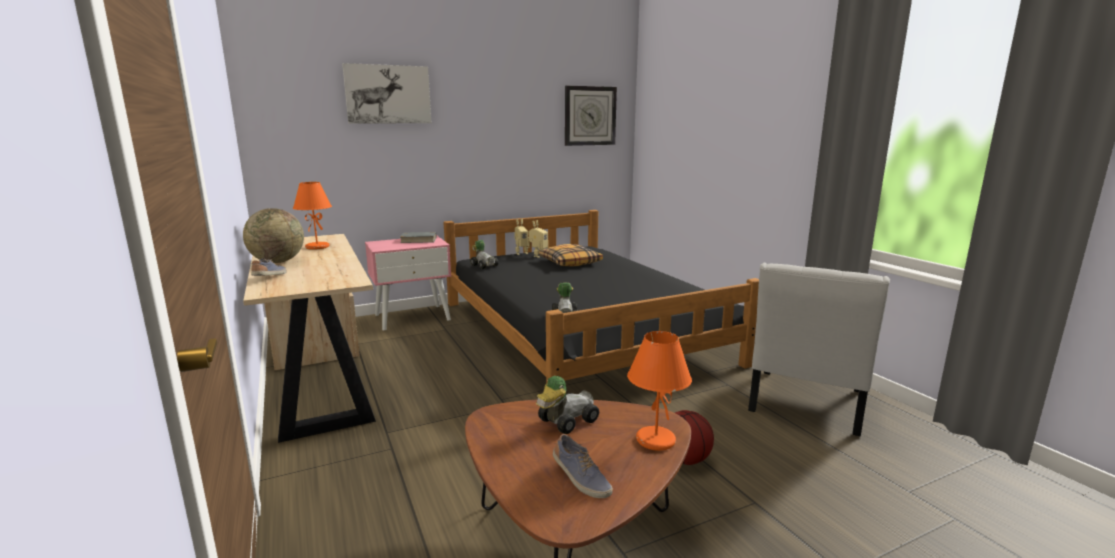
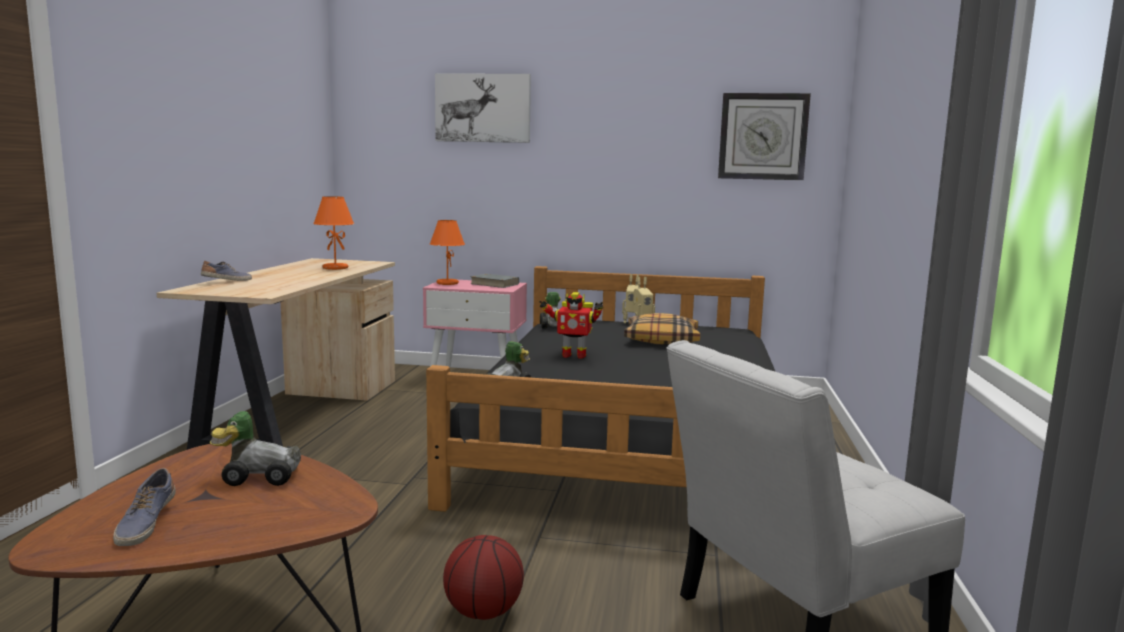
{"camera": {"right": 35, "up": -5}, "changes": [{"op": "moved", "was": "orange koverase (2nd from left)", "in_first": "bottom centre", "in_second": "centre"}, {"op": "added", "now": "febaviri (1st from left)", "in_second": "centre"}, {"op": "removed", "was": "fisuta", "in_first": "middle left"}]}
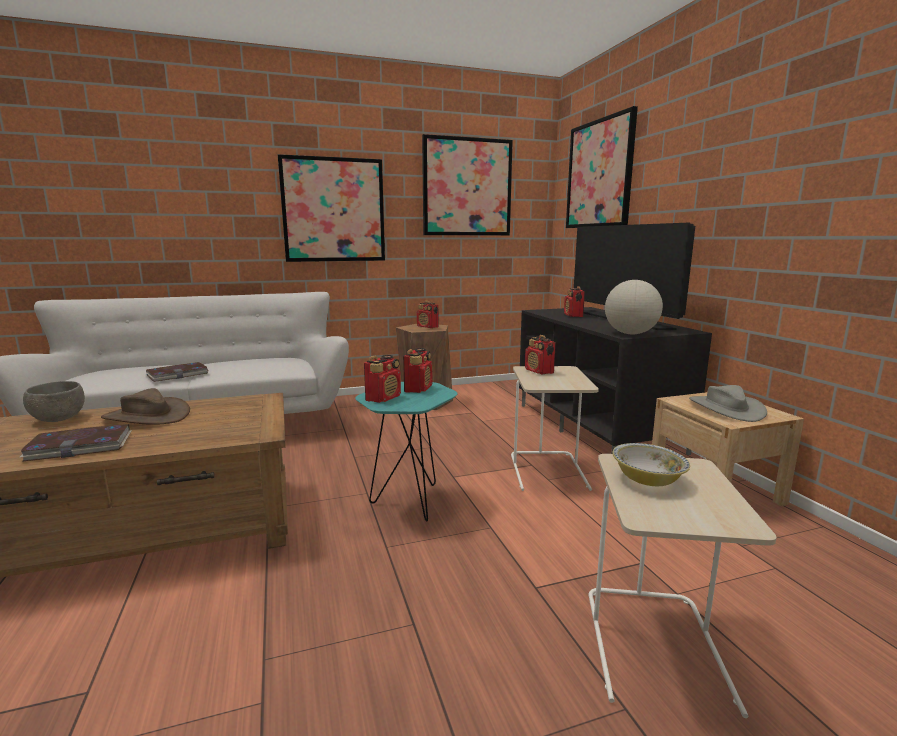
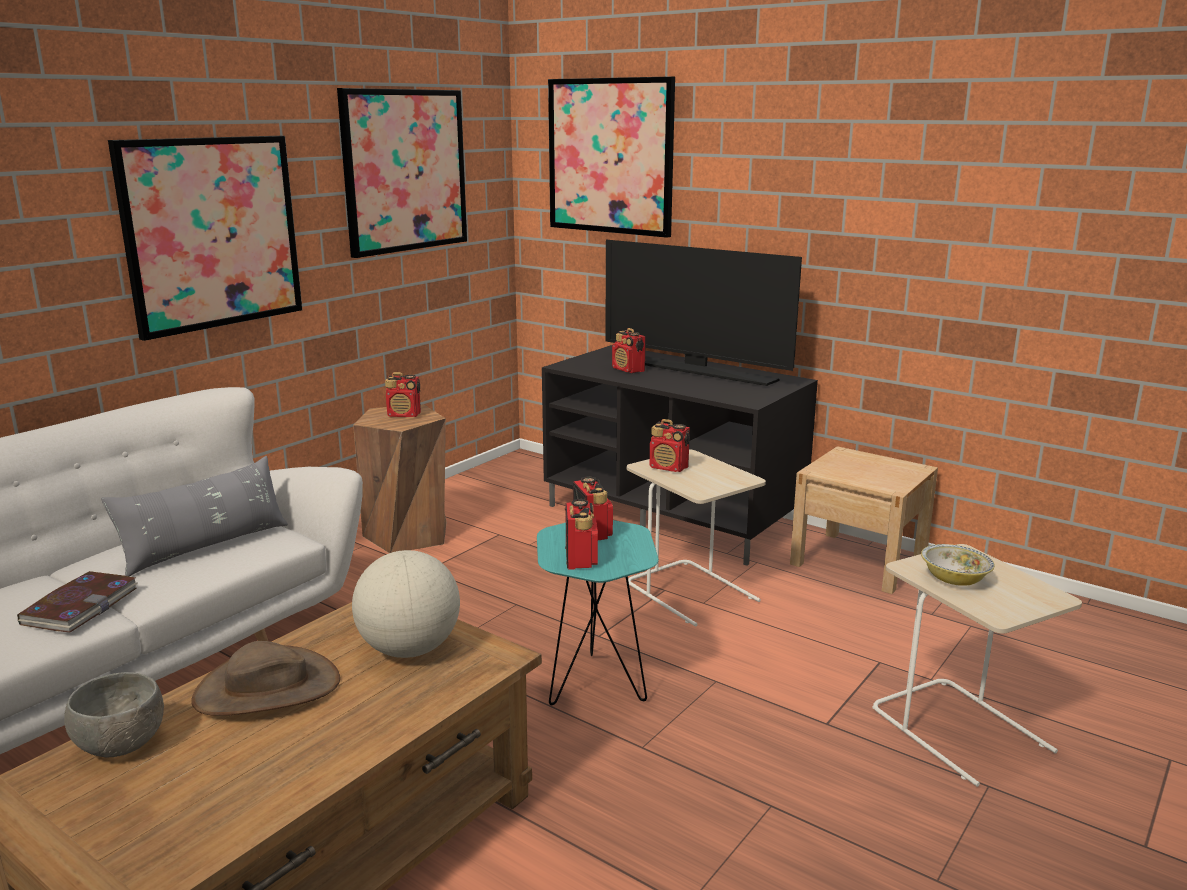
{"camera": {"right": -35, "up": 5}, "changes": [{"op": "added", "now": "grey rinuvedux", "in_second": "middle left"}, {"op": "moved", "was": "fisuta", "in_first": "middle right", "in_second": "bottom centre"}, {"op": "removed", "was": "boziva (1st from left)", "in_first": "middle left"}, {"op": "removed", "was": "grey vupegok", "in_first": "middle right"}]}
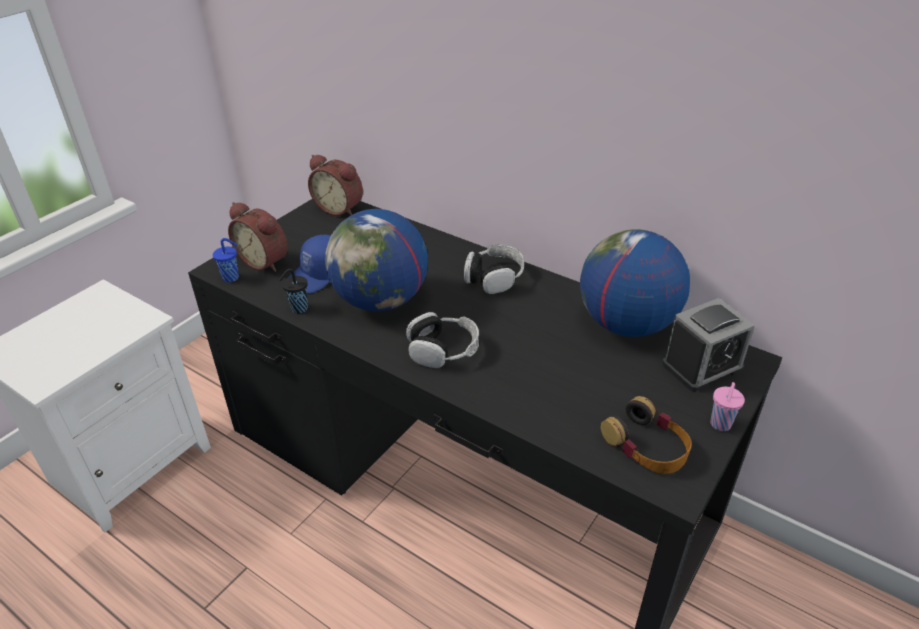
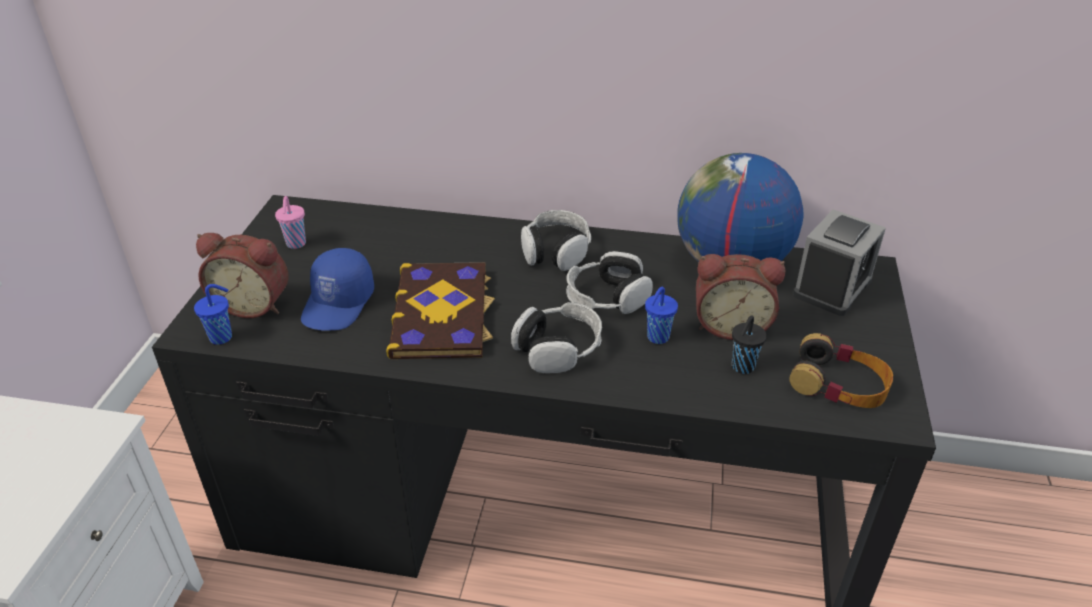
{"camera": {"right": -25, "up": 0}, "changes": [{"op": "moved", "was": "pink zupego", "in_first": "middle right", "in_second": "middle left"}, {"op": "replaced", "was": "fisuta (1st from left)", "now": "boziva", "in_first": "centre", "in_second": "centre"}, {"op": "added", "now": "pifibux (3rd from left)", "in_second": "centre"}, {"op": "added", "now": "blue zupego (2nd from left)", "in_second": "centre"}, {"op": "moved", "was": "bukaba (2nd from left)", "in_first": "top centre", "in_second": "middle right"}, {"op": "moved", "was": "black zupego", "in_first": "middle left", "in_second": "middle right"}]}
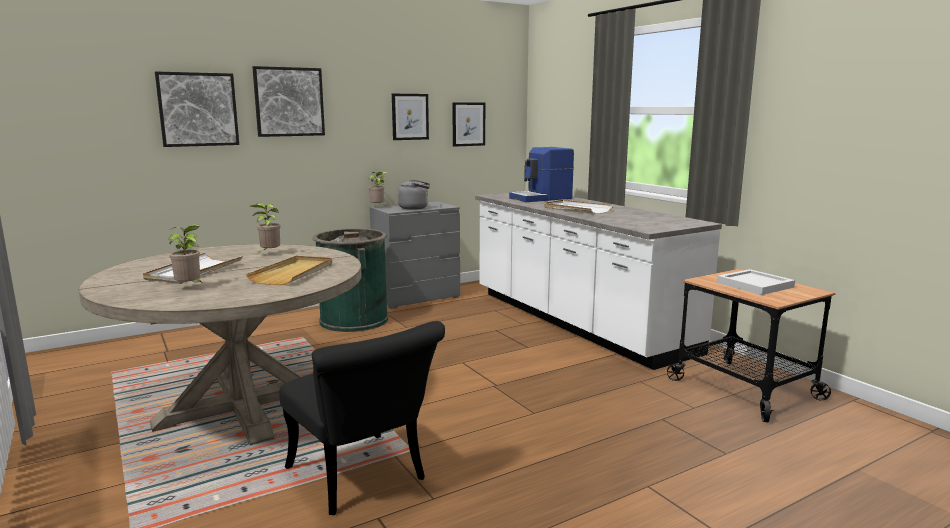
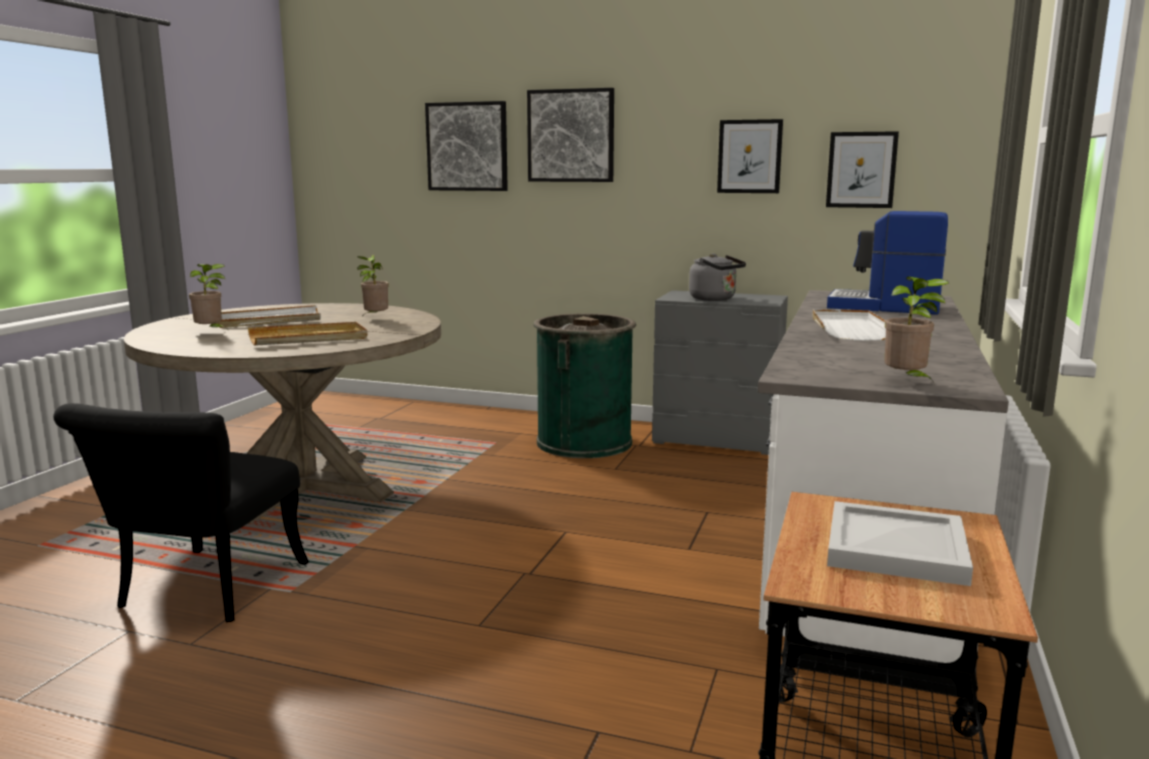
{"camera": {"right": 50, "up": 0}, "changes": [{"op": "moved", "was": "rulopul (3rd from left)", "in_first": "centre", "in_second": "middle right"}]}
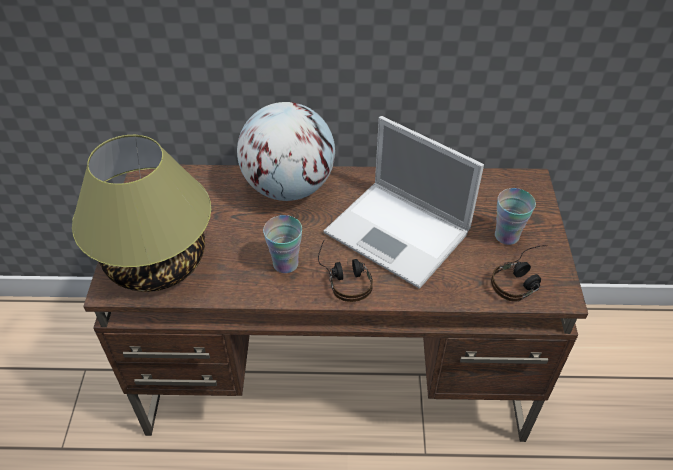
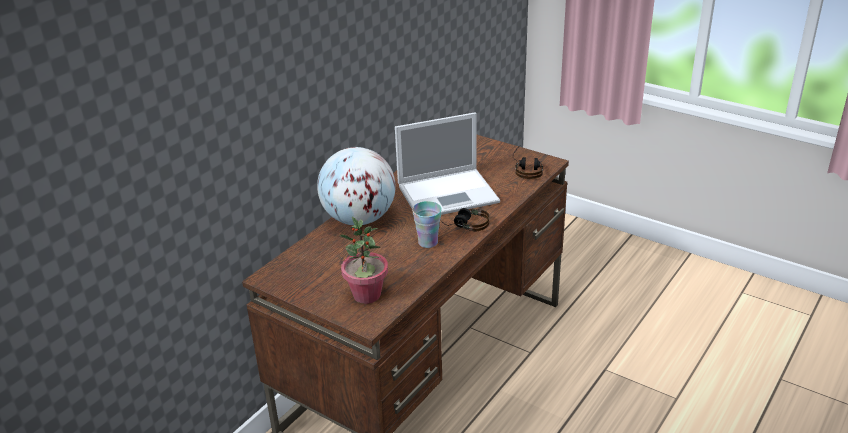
{"camera": {"right": -55, "up": -15}, "changes": [{"op": "replaced", "was": "koverase", "now": "rulopul", "in_first": "middle left", "in_second": "centre"}, {"op": "removed", "was": "zupego (2nd from left)", "in_first": "middle right"}]}
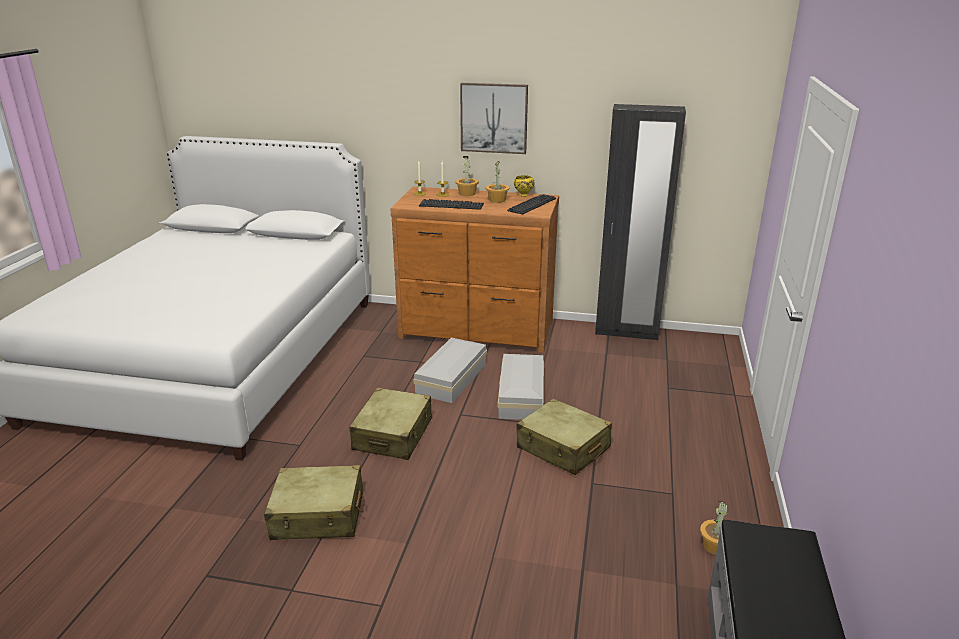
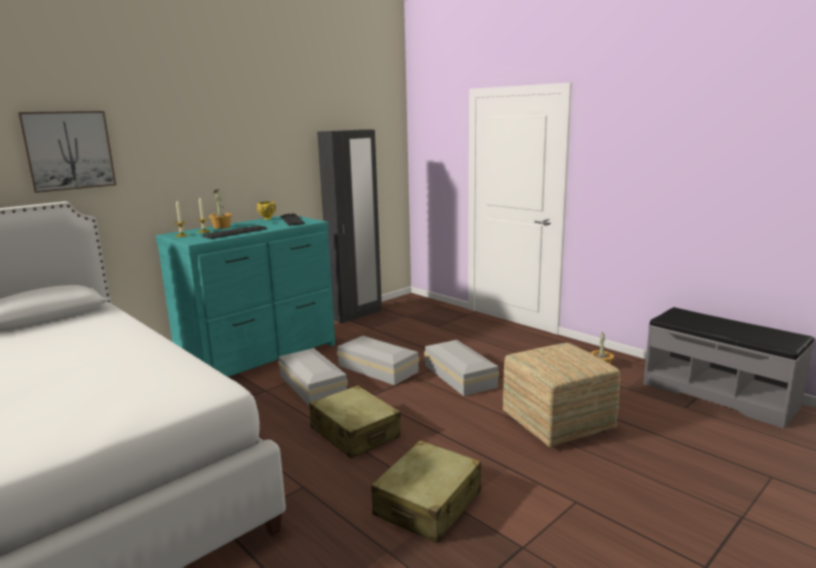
{"camera": {"right": -55, "up": -10}, "changes": [{"op": "moved", "was": "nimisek", "in_first": "top centre", "in_second": "top left"}, {"op": "recoloured", "was": "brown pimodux", "now": "turquoise pimodux", "in_first": "centre", "in_second": "middle left"}, {"op": "replaced", "was": "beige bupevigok (3rd from left)", "now": "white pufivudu (3rd from left)", "in_first": "bottom centre", "in_second": "centre"}, {"op": "added", "now": "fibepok", "in_second": "bottom right"}, {"op": "removed", "was": "rulopul (2nd from left)", "in_first": "top centre"}]}
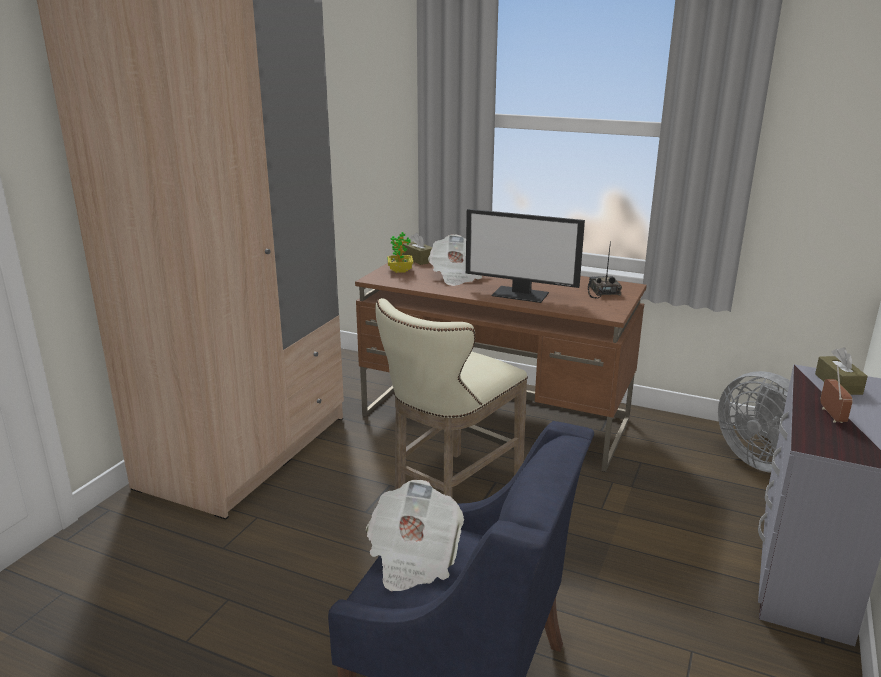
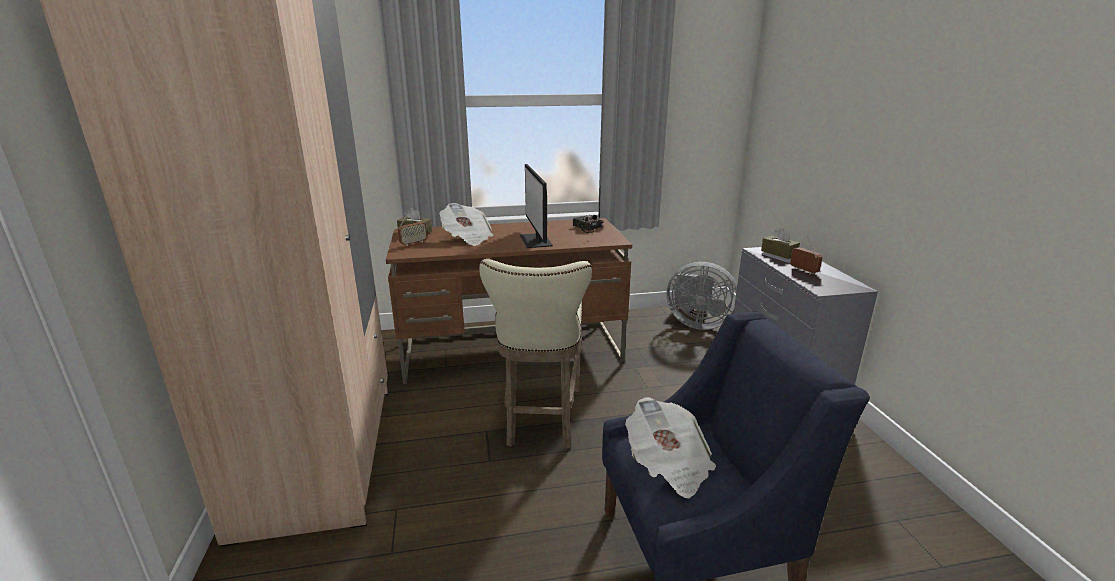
{"camera": {"right": -35, "up": 0}, "changes": [{"op": "replaced", "was": "rulopul", "now": "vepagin (1st from left)", "in_first": "centre", "in_second": "centre"}, {"op": "turned", "was": "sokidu", "in_first": "centre", "in_second": "centre", "clockwise": 90}]}
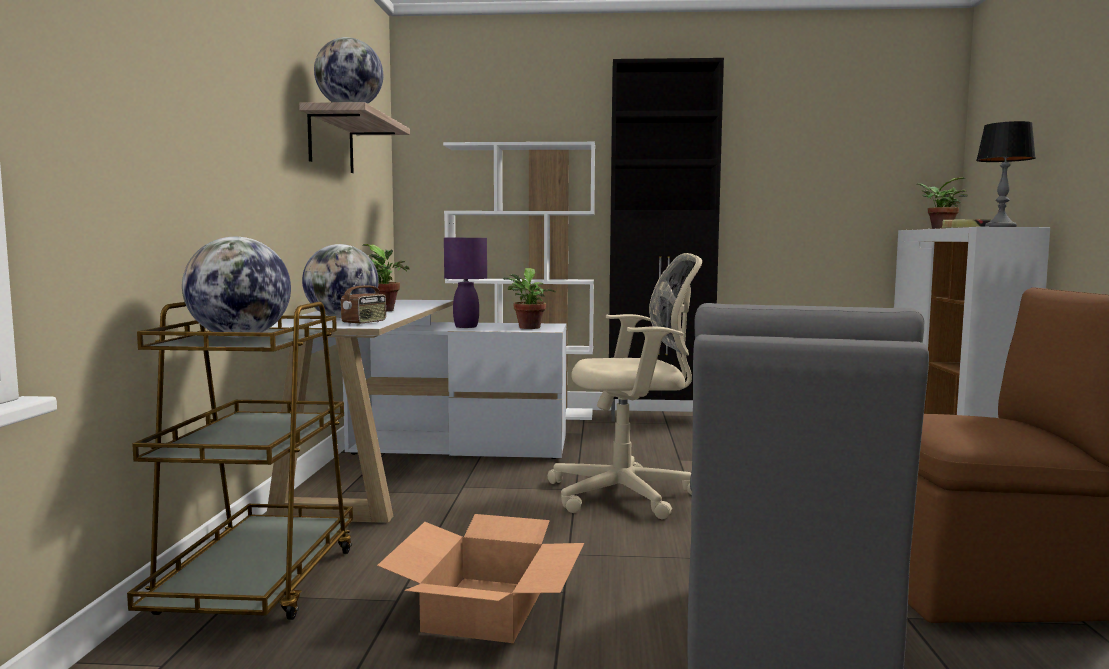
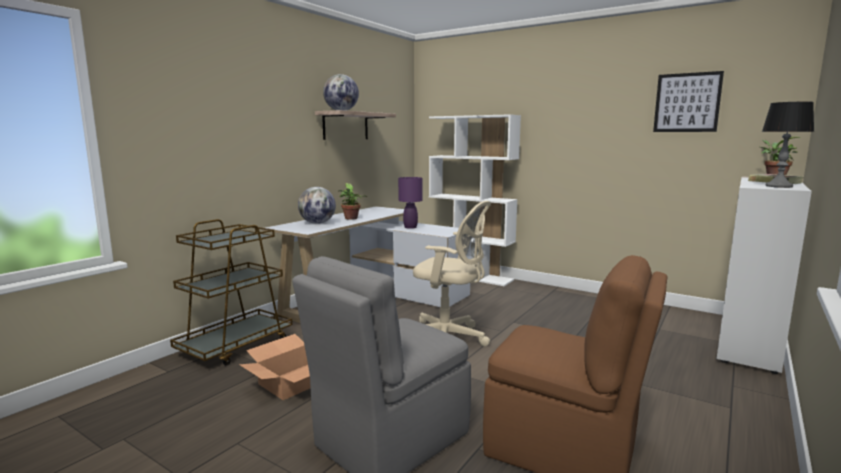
{"camera": {"right": 30, "up": 5}, "changes": [{"op": "added", "now": "nimisek", "in_second": "top right"}, {"op": "removed", "was": "fisuta (1st from left)", "in_first": "middle left"}, {"op": "removed", "was": "vepagin", "in_first": "middle left"}, {"op": "removed", "was": "rulopul (2nd from left)", "in_first": "centre"}, {"op": "removed", "was": "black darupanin", "in_first": "centre"}]}
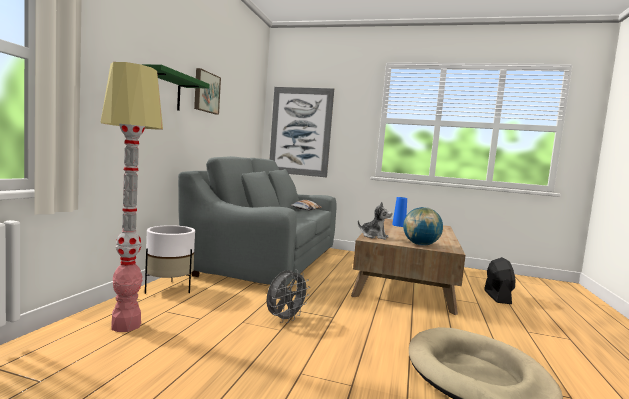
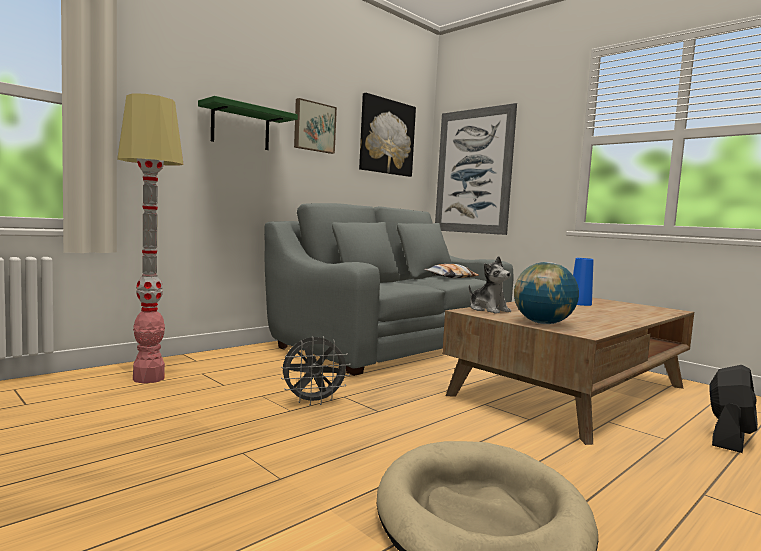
{"camera": {"right": 30, "up": 0}, "changes": [{"op": "added", "now": "nimisek (2nd from left)", "in_second": "top centre"}, {"op": "removed", "was": "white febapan", "in_first": "middle left"}]}
